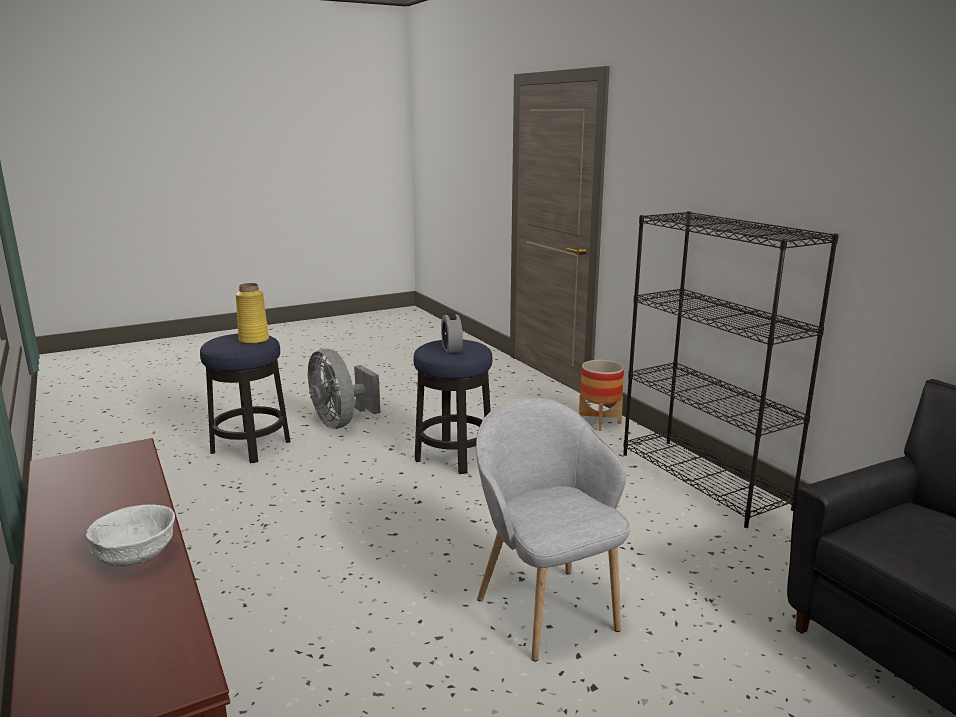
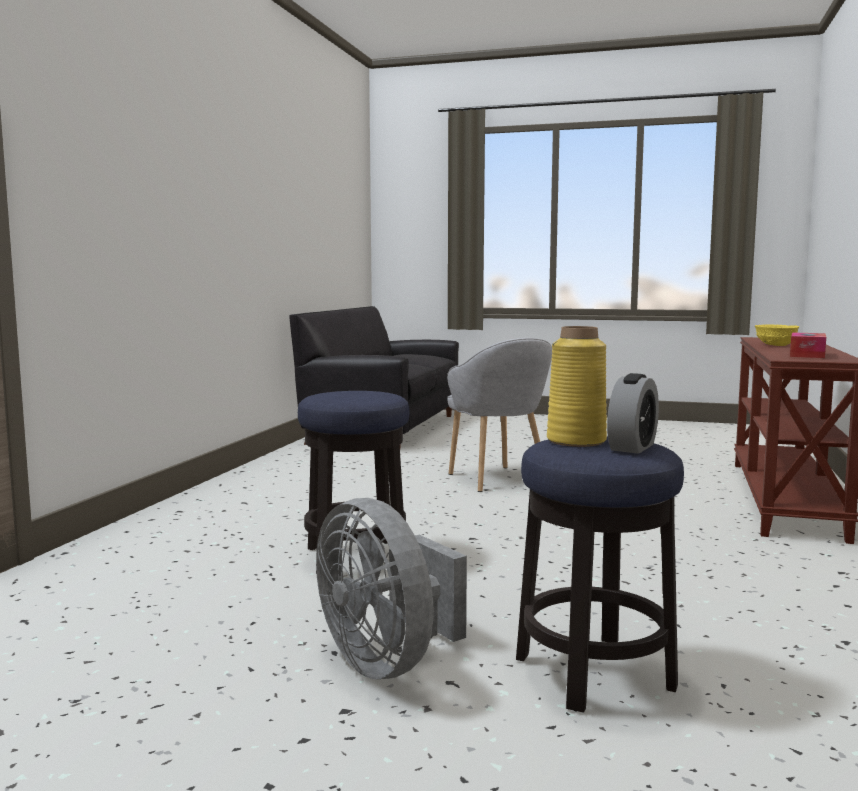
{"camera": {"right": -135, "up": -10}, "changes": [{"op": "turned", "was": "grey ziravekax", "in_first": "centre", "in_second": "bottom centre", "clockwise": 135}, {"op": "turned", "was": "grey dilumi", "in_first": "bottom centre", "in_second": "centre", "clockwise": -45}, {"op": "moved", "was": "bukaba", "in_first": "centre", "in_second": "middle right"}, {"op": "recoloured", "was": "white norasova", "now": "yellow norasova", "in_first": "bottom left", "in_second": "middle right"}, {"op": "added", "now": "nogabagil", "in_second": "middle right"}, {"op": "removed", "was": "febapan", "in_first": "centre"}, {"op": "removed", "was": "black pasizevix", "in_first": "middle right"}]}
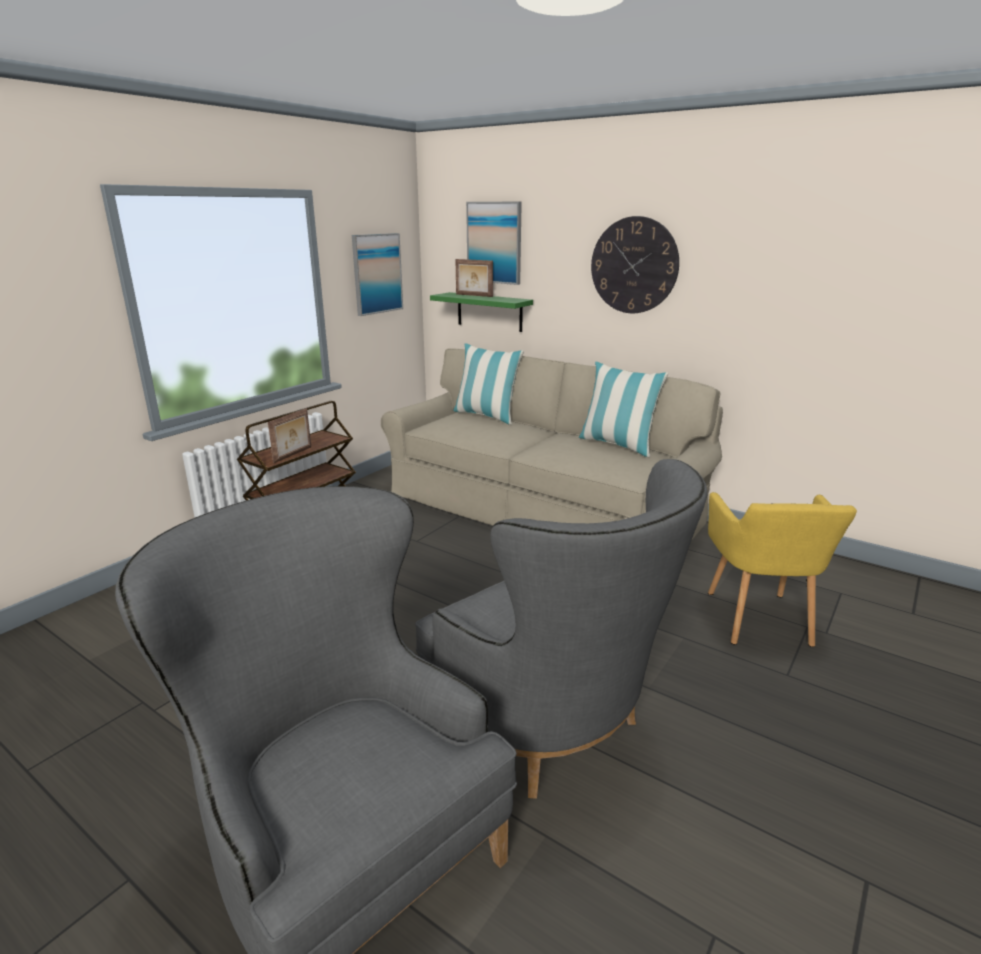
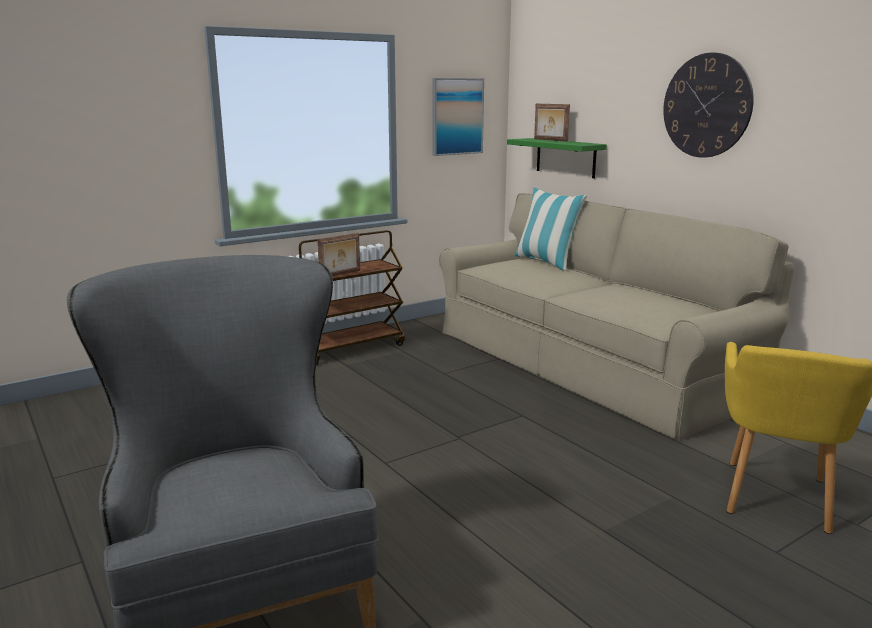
{"camera": {"right": 20, "up": -5}, "changes": [{"op": "removed", "was": "grey dilumi (2nd from left)", "in_first": "centre"}, {"op": "removed", "was": "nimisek (2nd from left)", "in_first": "top centre"}, {"op": "removed", "was": "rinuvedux (2nd from left)", "in_first": "centre"}]}
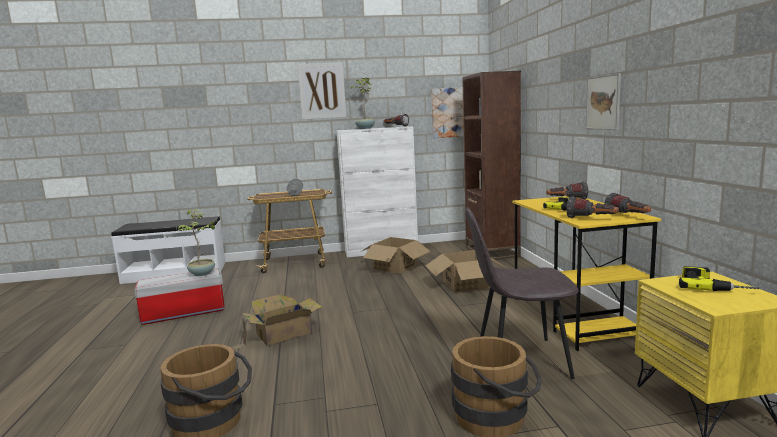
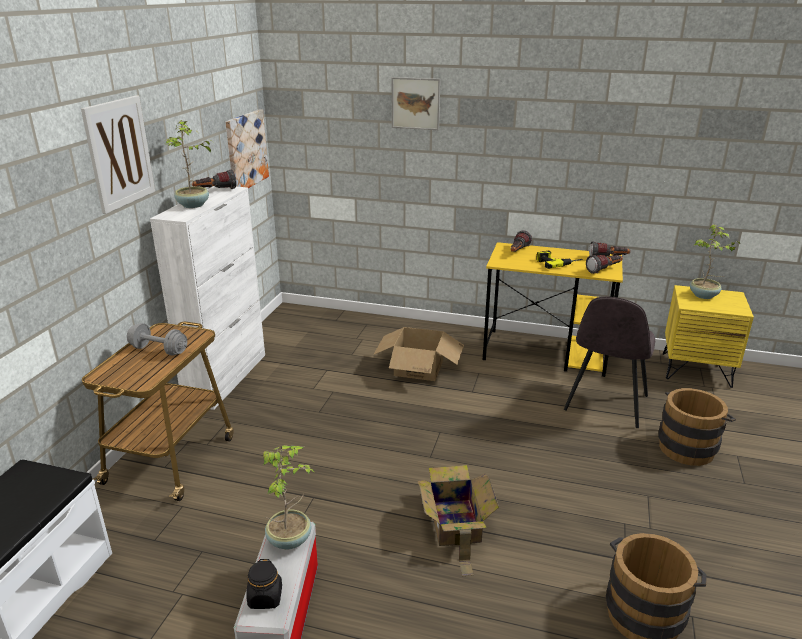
{"camera": {"right": -65, "up": 15}, "changes": [{"op": "added", "now": "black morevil", "in_second": "bottom left"}, {"op": "moved", "was": "nimisek (3rd from left)", "in_first": "top right", "in_second": "top centre"}, {"op": "replaced", "was": "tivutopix (2nd from left)", "now": "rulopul (3rd from left)", "in_first": "middle right", "in_second": "middle right"}, {"op": "removed", "was": "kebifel (2nd from left)", "in_first": "centre"}, {"op": "removed", "was": "brown pasizevix", "in_first": "centre"}]}
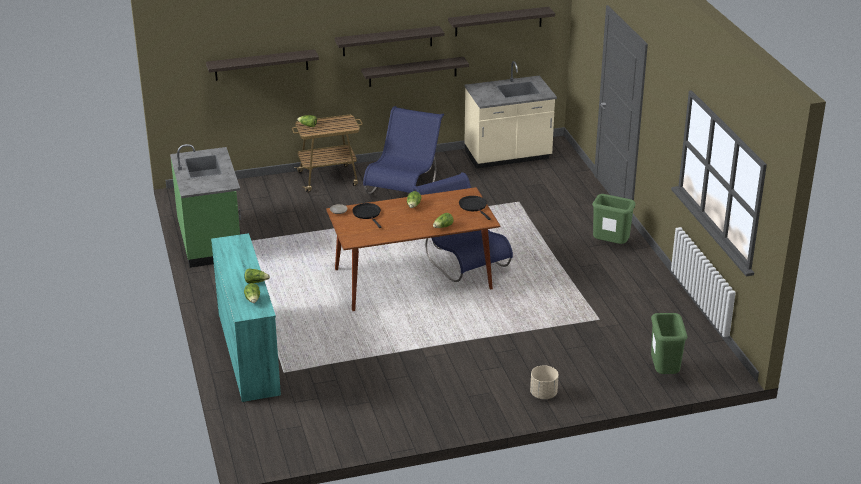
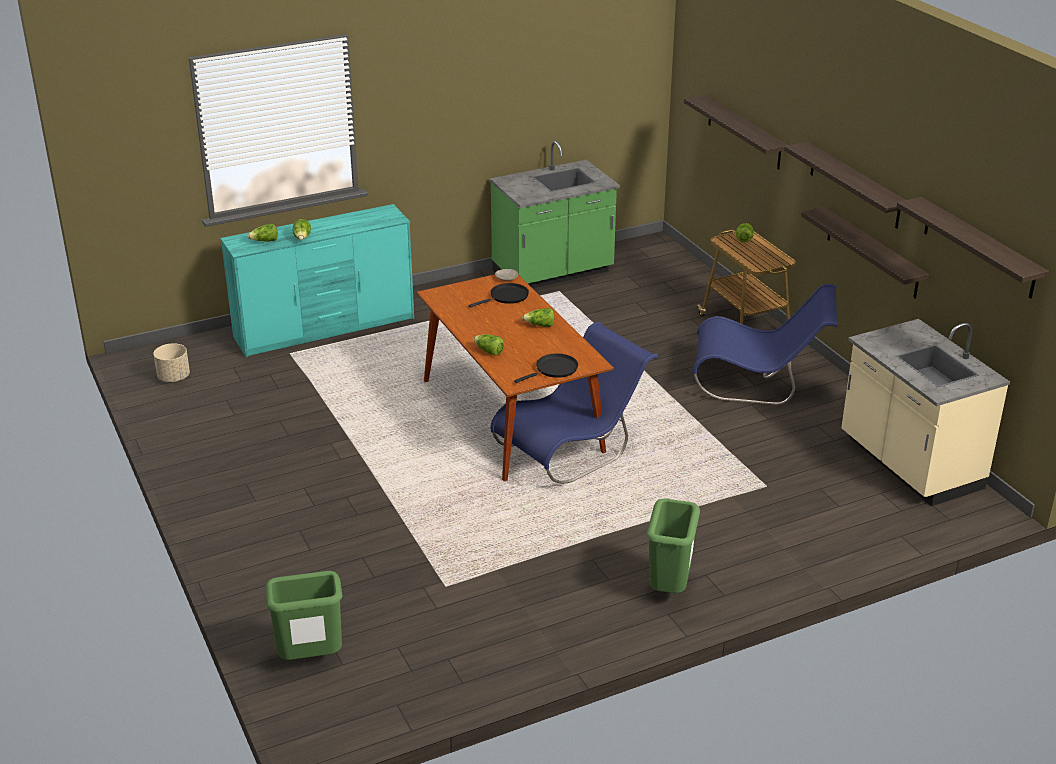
{"camera": {"right": 80, "up": 0}, "changes": [{"op": "moved", "was": "beige febapan", "in_first": "bottom centre", "in_second": "middle left"}]}
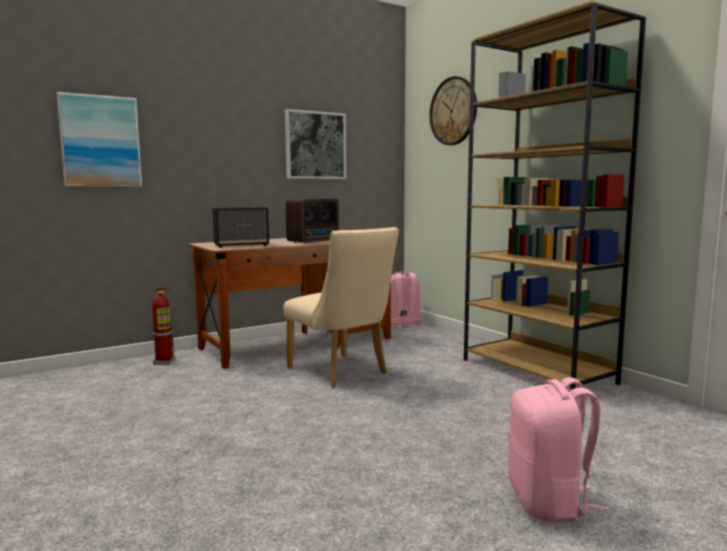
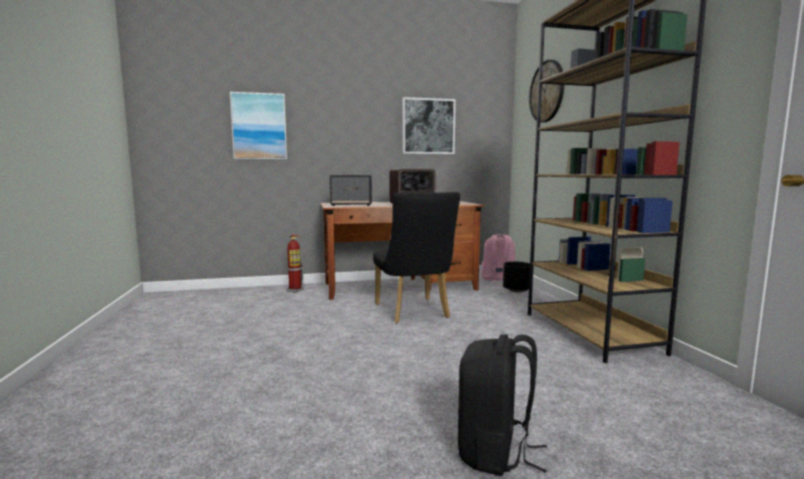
{"camera": {"right": 20, "up": 0}, "changes": [{"op": "recoloured", "was": "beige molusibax", "now": "black molusibax", "in_first": "centre", "in_second": "centre"}, {"op": "recoloured", "was": "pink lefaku (2nd from left)", "now": "black lefaku", "in_first": "bottom right", "in_second": "bottom centre"}, {"op": "added", "now": "black febapan", "in_second": "centre"}]}
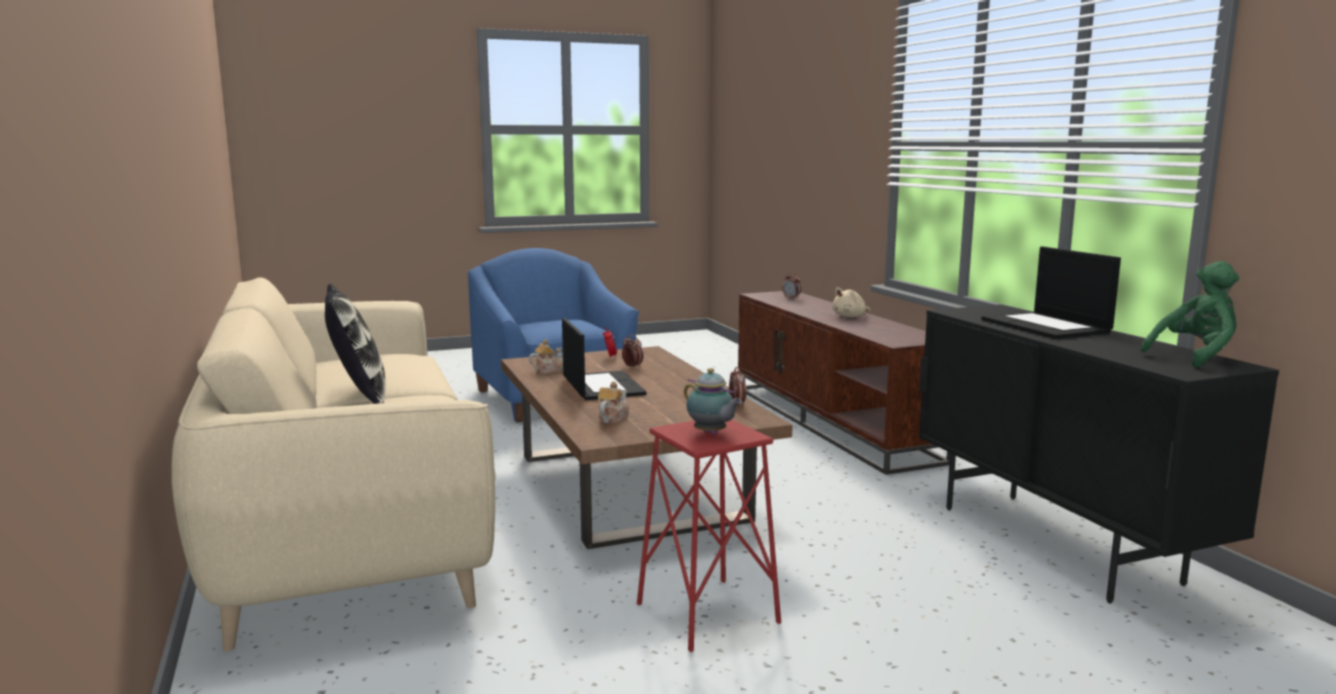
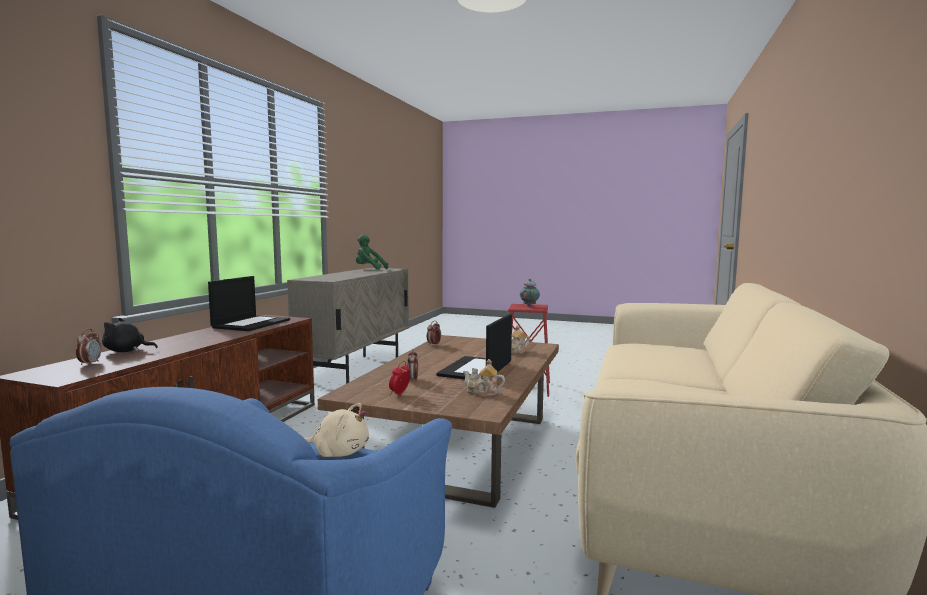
{"camera": {"right": -140, "up": -5}, "changes": [{"op": "added", "now": "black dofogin", "in_second": "middle left"}, {"op": "moved", "was": "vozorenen (2nd from left in the first image)", "now": "vozorenen (1st from left)", "in_first": "middle right", "in_second": "middle left"}, {"op": "recoloured", "was": "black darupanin", "now": "beige darupanin", "in_first": "middle right", "in_second": "centre"}, {"op": "moved", "was": "beige dofogin", "in_first": "centre", "in_second": "bottom centre"}, {"op": "removed", "was": "rinuvedux", "in_first": "middle left"}]}
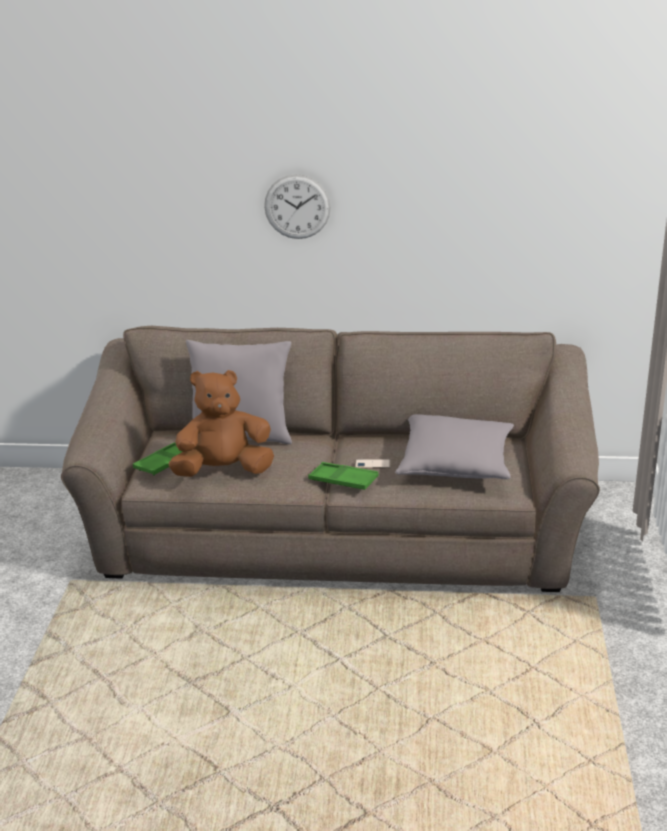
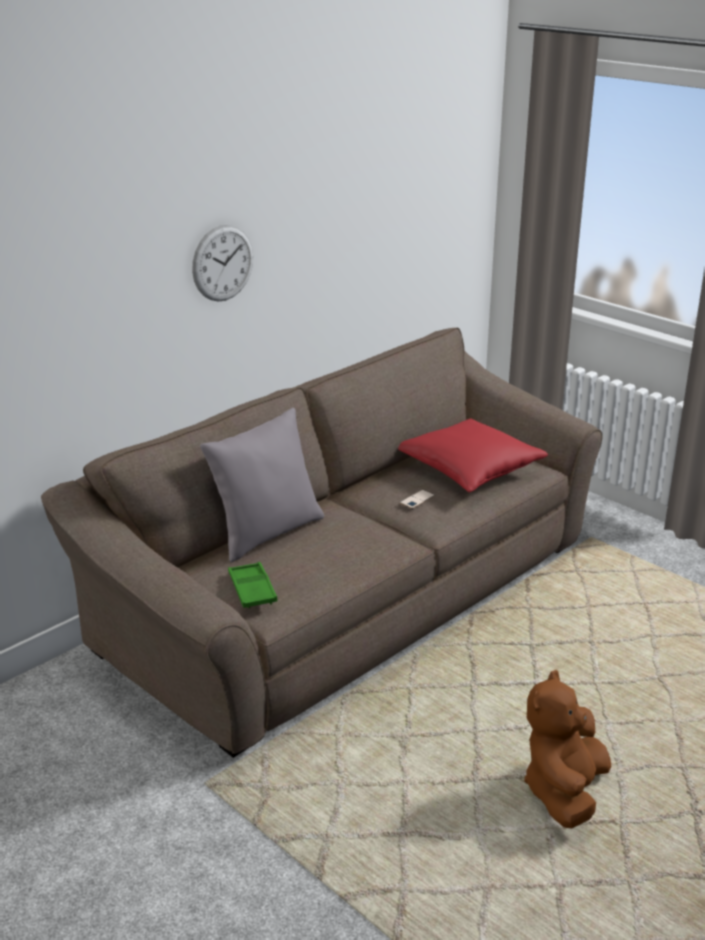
{"camera": {"right": -50, "up": 0}, "changes": [{"op": "recoloured", "was": "grey rinuvedux (2nd from left)", "now": "red rinuvedux", "in_first": "middle right", "in_second": "middle right"}, {"op": "moved", "was": "brown dofogin", "in_first": "middle left", "in_second": "bottom right"}, {"op": "removed", "was": "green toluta (2nd from left)", "in_first": "centre"}]}
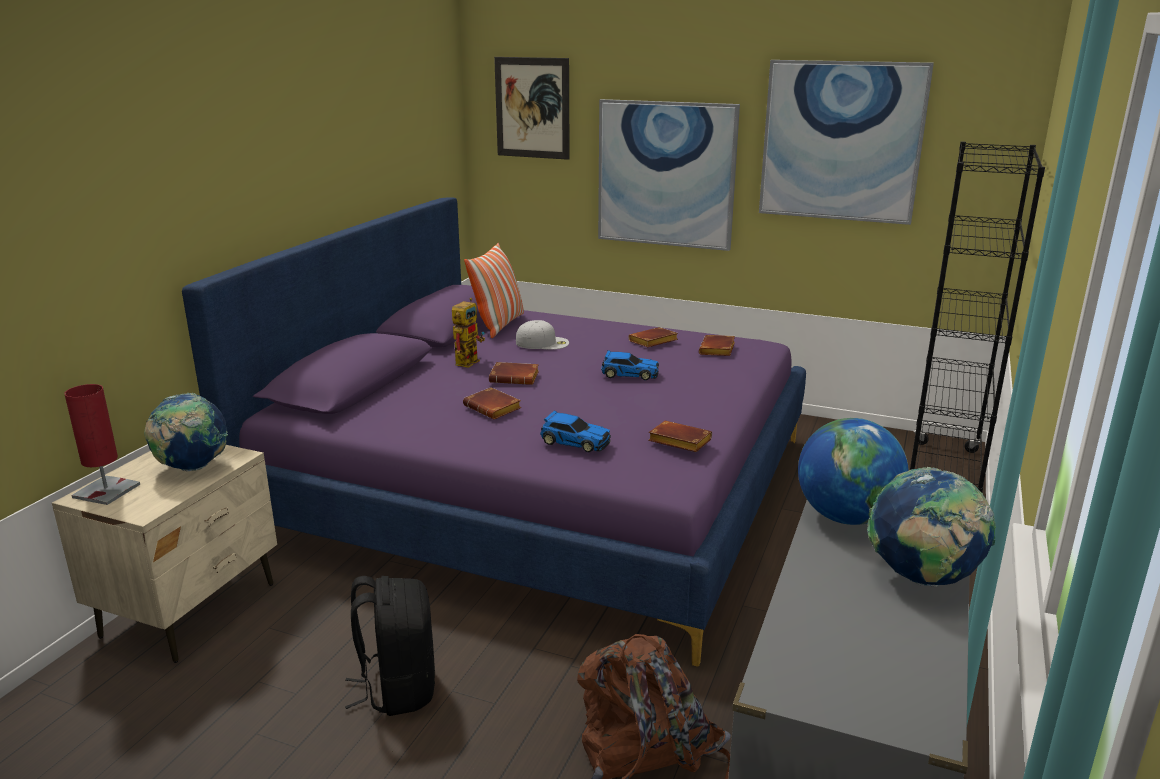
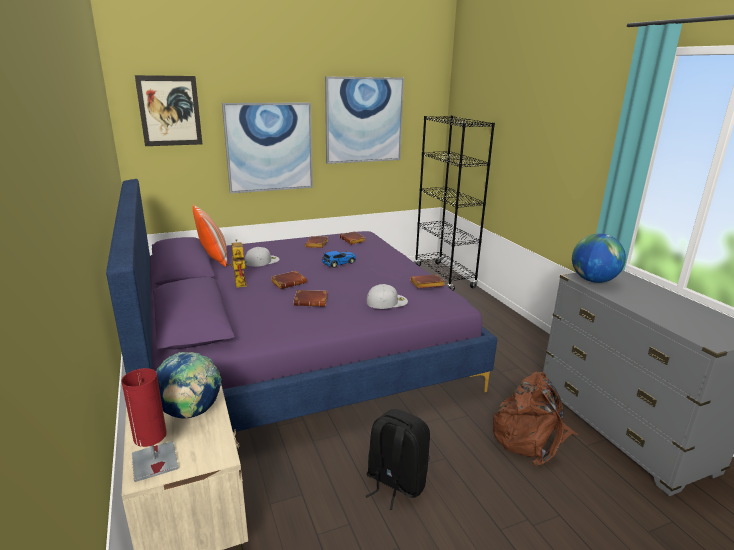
{"camera": {"right": -45, "up": 0}, "changes": [{"op": "replaced", "was": "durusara (1st from left)", "now": "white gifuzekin (2nd from left)", "in_first": "centre", "in_second": "centre"}, {"op": "removed", "was": "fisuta (3rd from left)", "in_first": "bottom right"}]}
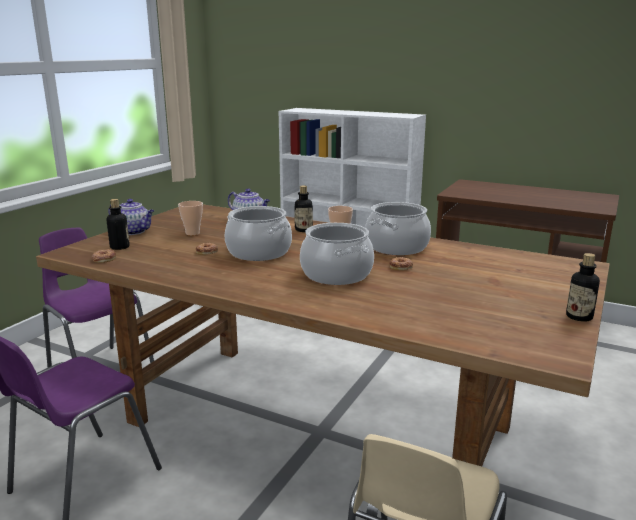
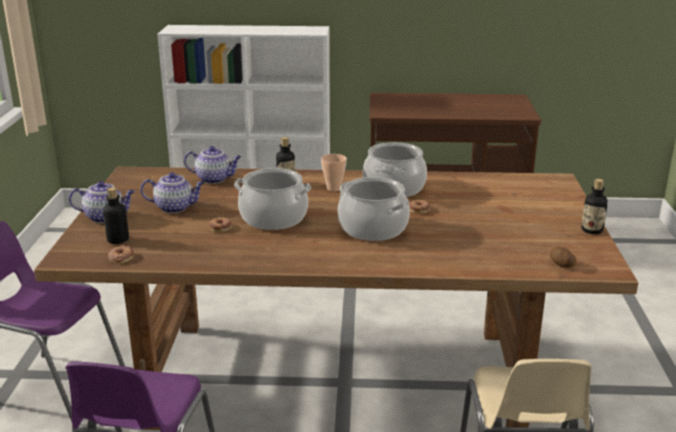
{"camera": {"right": -25, "up": 5}, "changes": [{"op": "replaced", "was": "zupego (1st from left)", "now": "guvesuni (2nd from left)", "in_first": "middle left", "in_second": "middle left"}, {"op": "added", "now": "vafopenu", "in_second": "middle right"}]}
